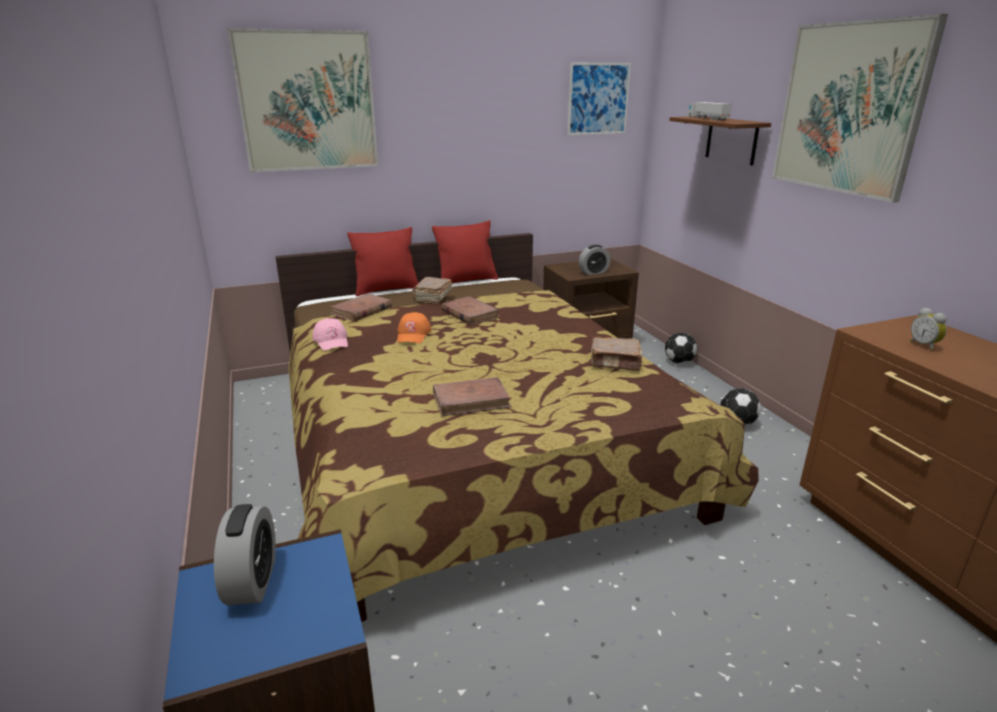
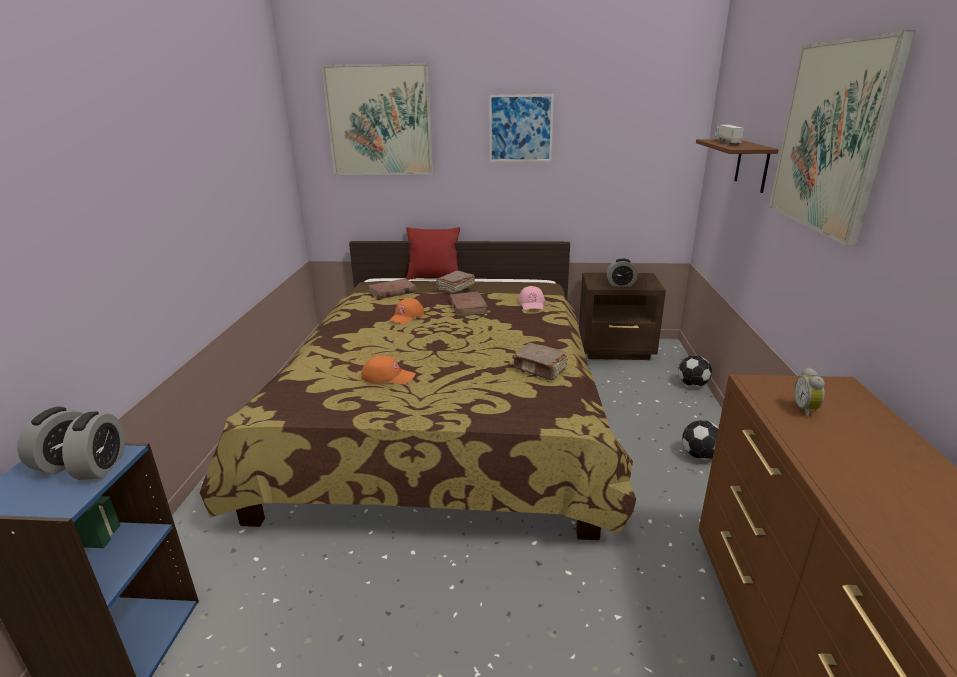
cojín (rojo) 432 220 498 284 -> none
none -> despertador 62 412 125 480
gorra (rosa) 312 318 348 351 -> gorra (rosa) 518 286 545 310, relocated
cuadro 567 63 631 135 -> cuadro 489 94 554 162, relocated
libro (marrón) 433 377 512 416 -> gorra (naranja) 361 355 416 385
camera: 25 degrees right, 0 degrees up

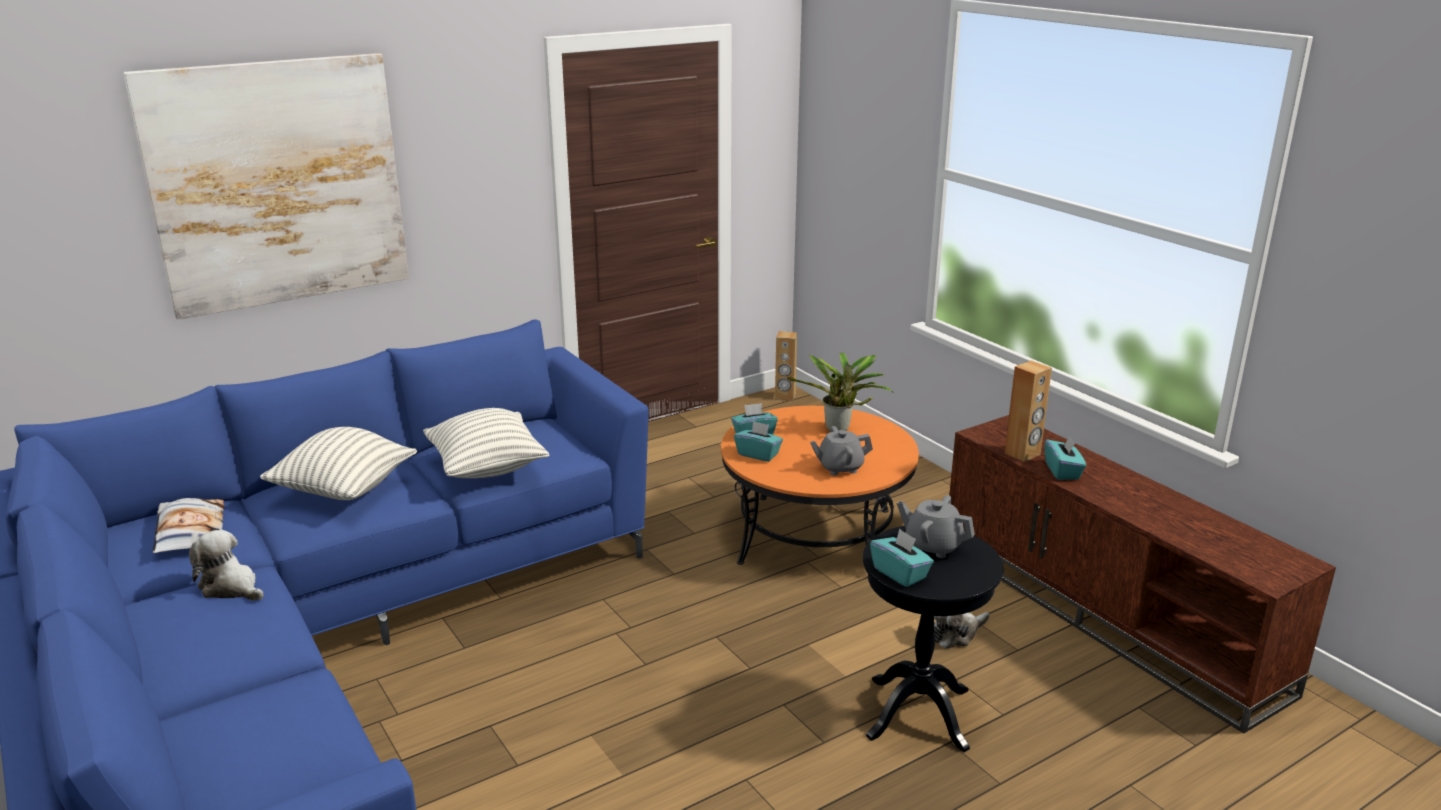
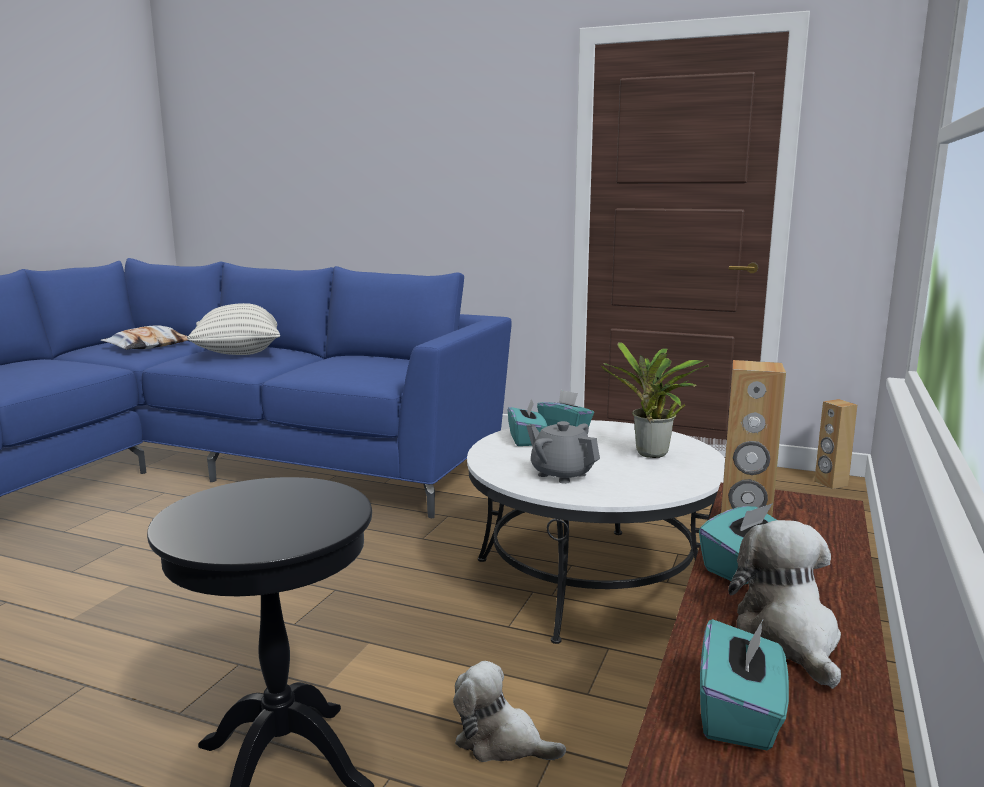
cuadro 123 53 409 320 -> none
cojín 423 408 550 478 -> none
tetera (gris) 897 495 975 558 -> none
peluche 189 529 263 601 -> peluche 728 520 841 689, relocated
caja de pañuelos (turquesa) 870 529 934 587 -> caja de pañuelos (turquesa) 700 618 789 750, relocated
mesa de centro (naranja) 721 406 919 565 -> mesa de centro (blanco) 467 420 725 644
camera: 55 degrees right, 10 degrees down

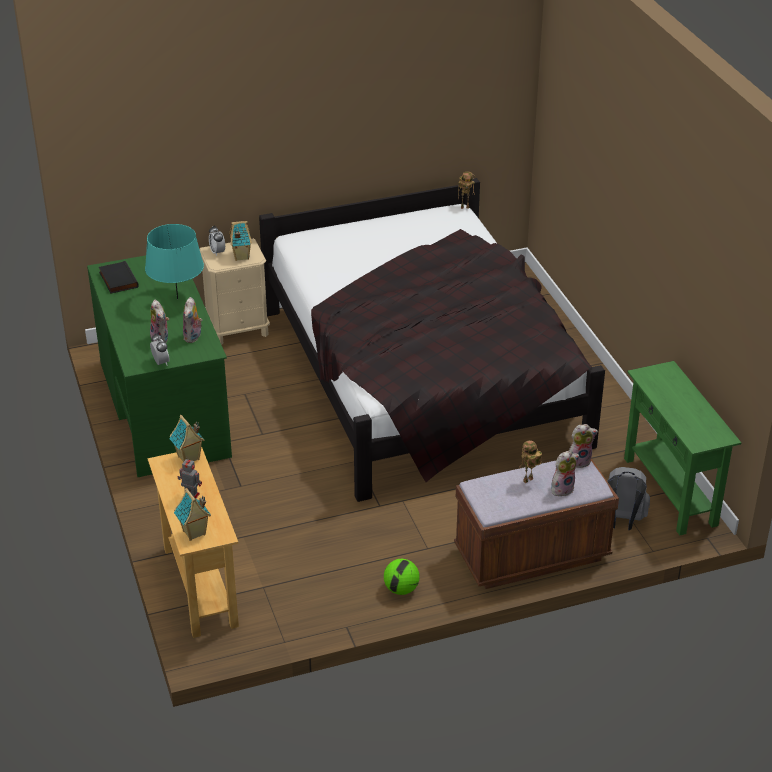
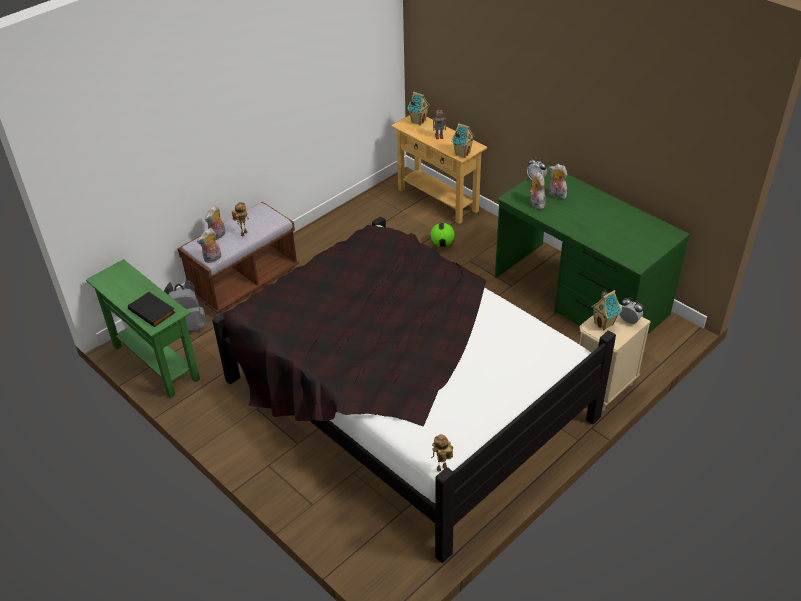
lámpara de mesa (turquesa) 145 224 204 299 -> none
libro (negro) 99 261 139 294 -> libro (negro) 128 292 175 327, relocated
balón de fútbol 384 559 420 595 -> balón de fútbol 430 223 455 247, relocated
camera: 155 degrees right, 5 degrees up

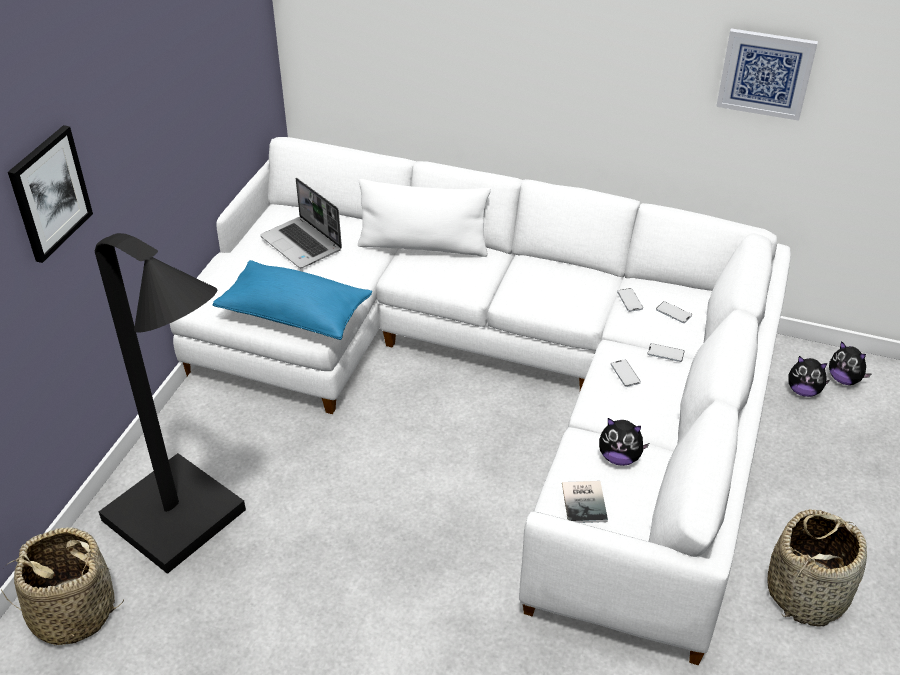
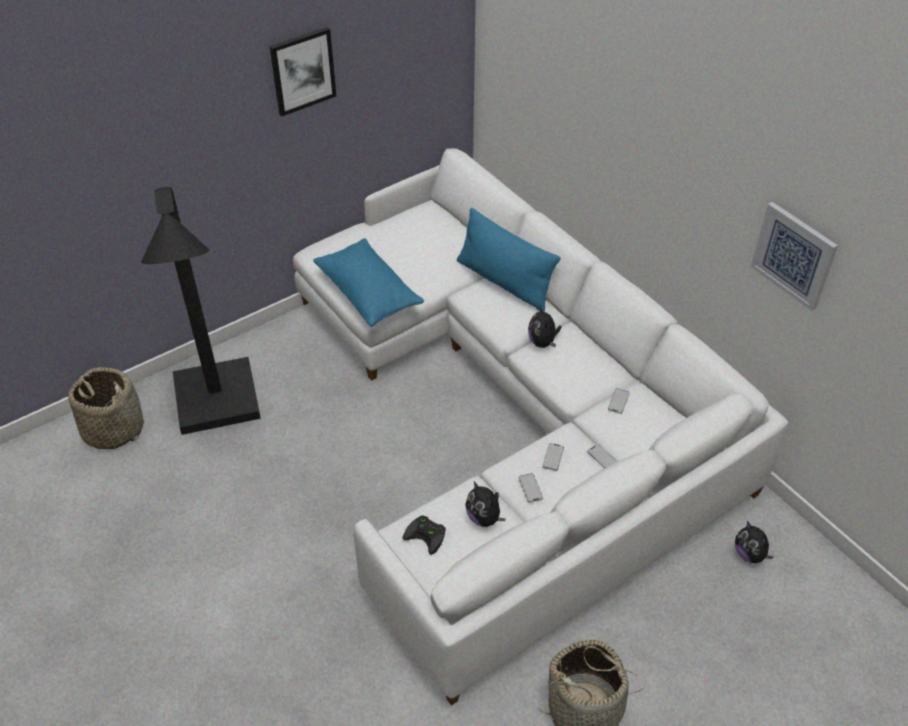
portátil 260 178 342 268 -> none
cuadro 8 125 93 263 -> cuadro 270 27 336 116, relocated
móvil 656 301 692 323 -> móvil 519 473 543 502, relocated
peluche 829 341 871 385 -> peluche 528 305 562 348, relocated
libro 562 481 608 523 -> mando de consola (negro) 403 515 446 555
cojín (blanco) 358 179 491 257 -> cojín (azul) 457 208 561 312
camera: 35 degrees right, 5 degrees up

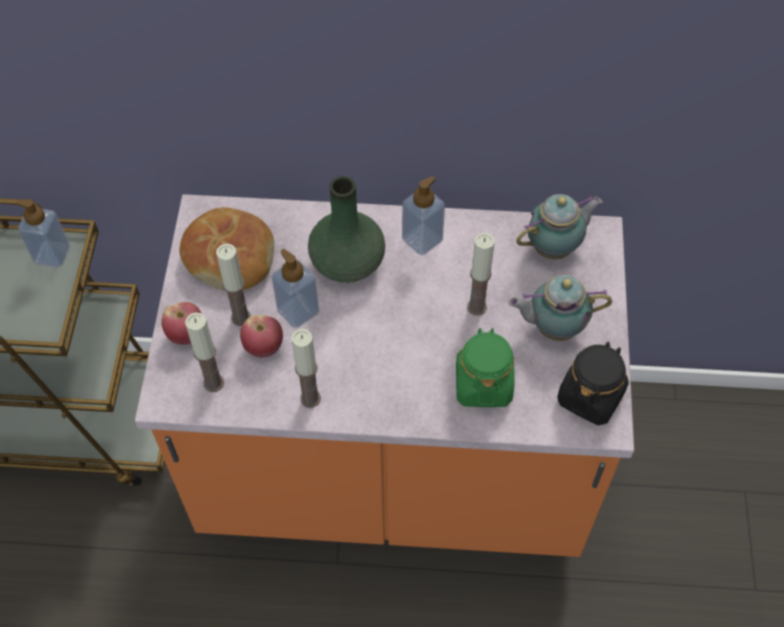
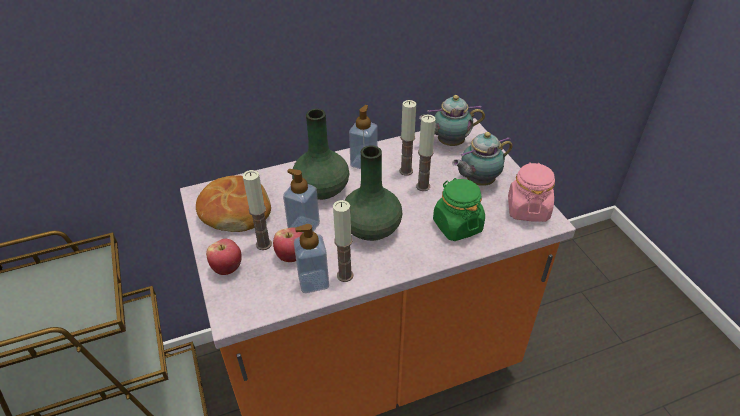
none -> florero (verde) 344 145 402 241
dispensador de jabón 16 199 70 267 -> dispensador de jabón 294 224 329 293, relocated
vela 185 312 224 392 -> vela 399 100 416 176, relocated
tarro (negro) 557 341 629 425 -> tarro (rosa) 508 162 555 222
tetera 516 194 603 260 -> tetera 419 95 485 146, 135 degrees counterclockwise
camera: 25 degrees left, 15 degrees down

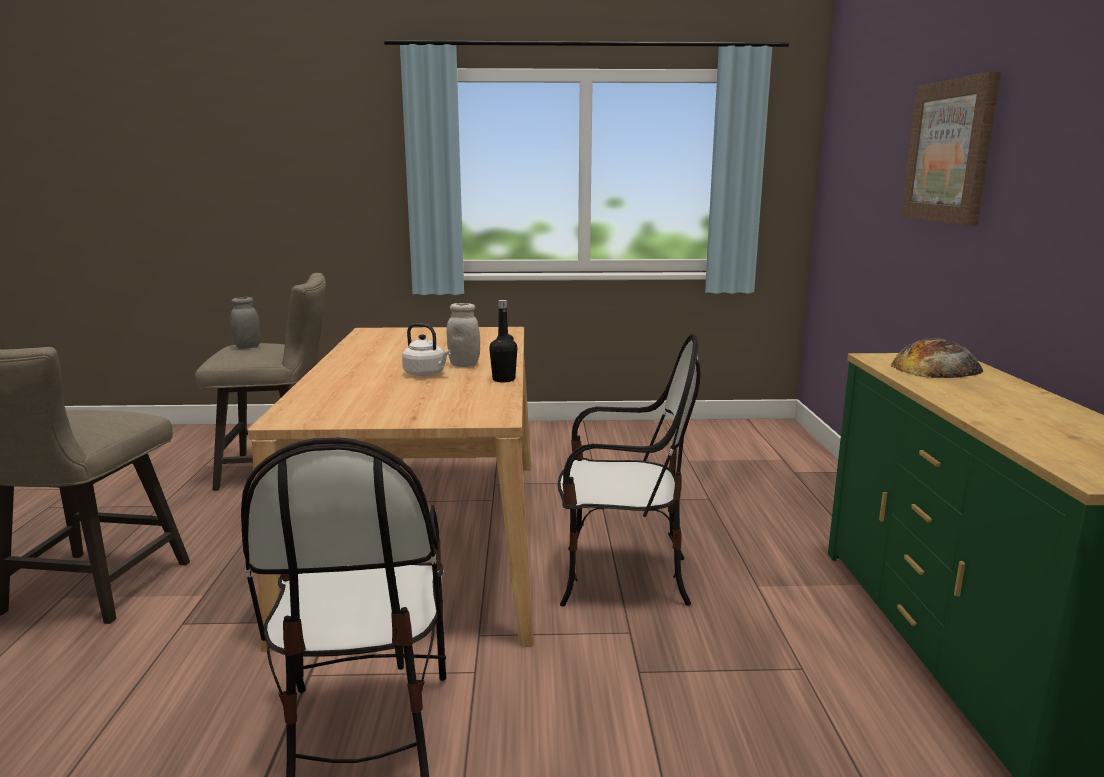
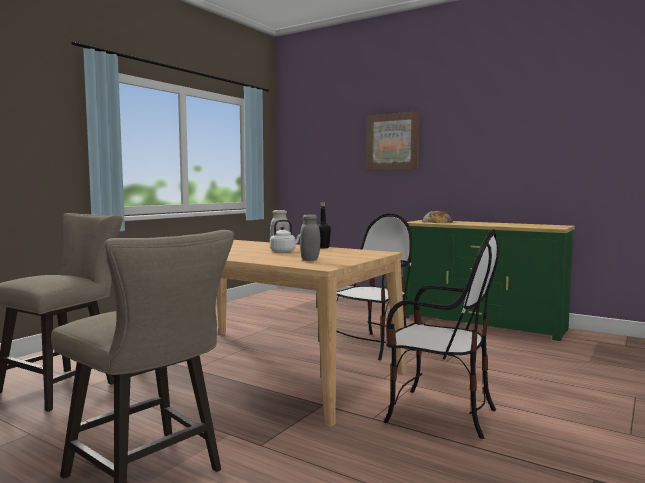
tarro (gris) 230 297 260 349 -> tarro (gris) 300 214 321 261, relocated
camera: 55 degrees left, 10 degrees down

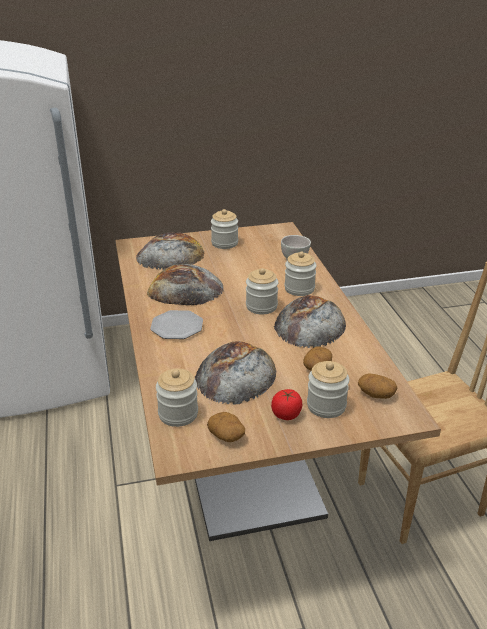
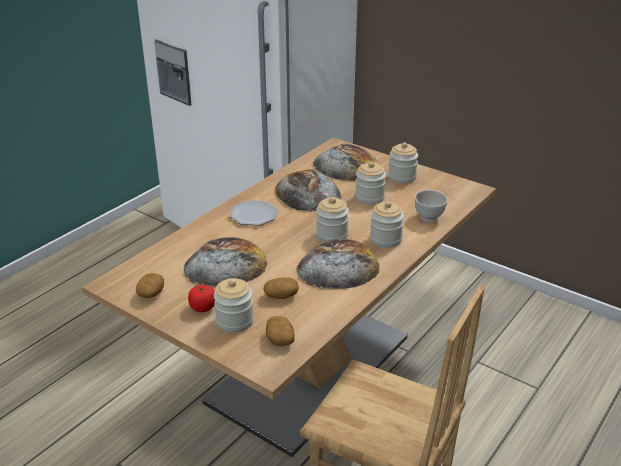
tarro 156 369 198 427 -> tarro 355 162 386 205, relocated
camera: 50 degrees right, 0 degrees up

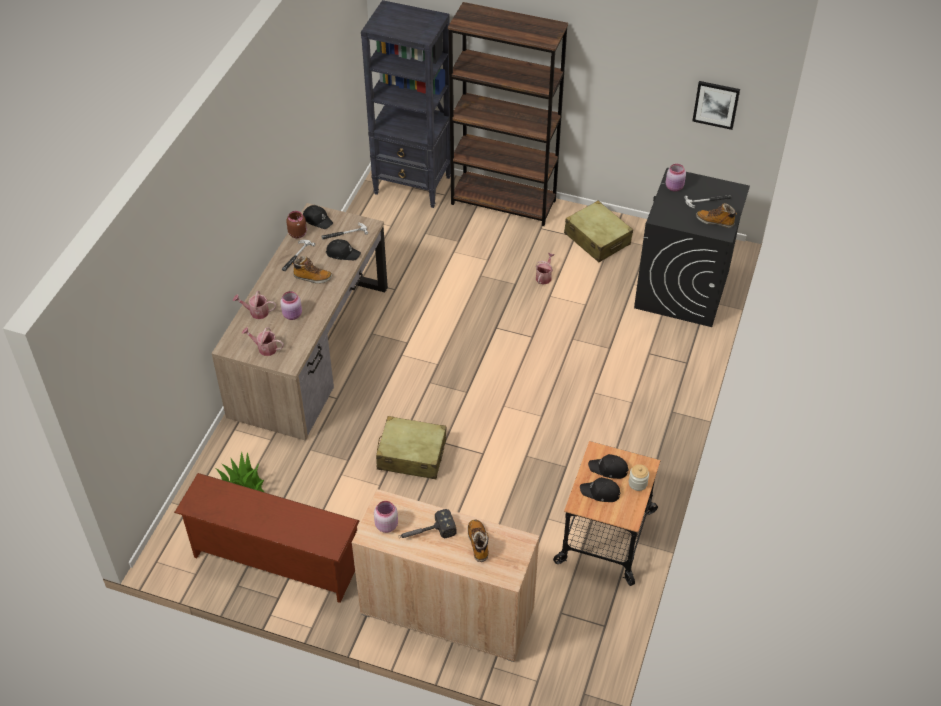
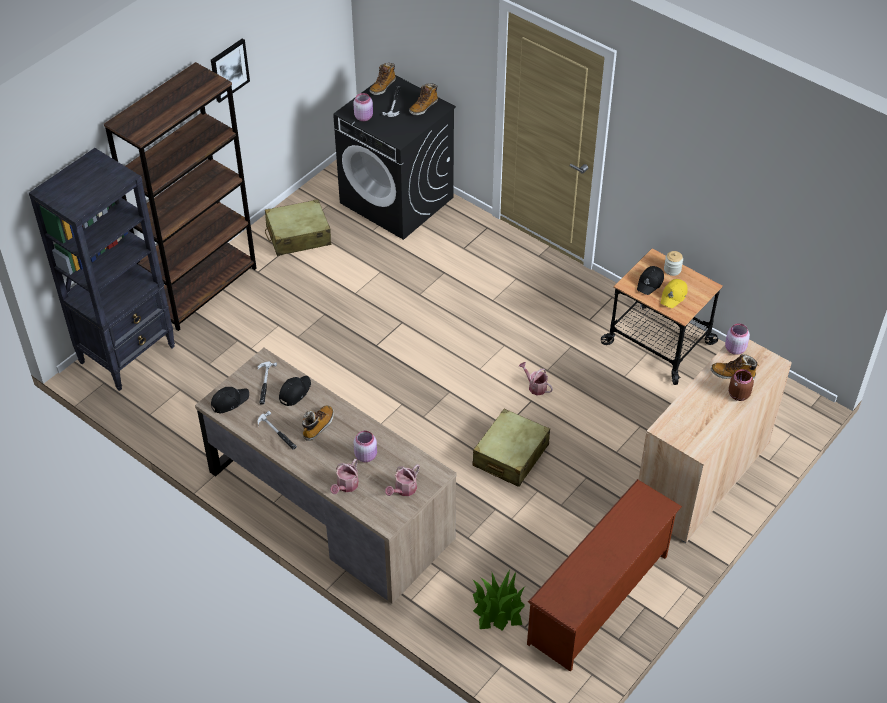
martillo 398 509 456 538 -> none
none -> bota 370 63 396 95
tarro (marrón) 286 211 307 238 -> tarro (marrón) 729 369 754 401, relocated
tarro (rosa) 374 501 398 533 -> tarro (rosa) 725 323 750 355, relocated
regadera 536 253 554 284 -> regadera 519 362 553 395, relocated
cuadro 693 81 740 130 -> cuadro 211 39 250 103, relocated
gorra (negro) 580 477 621 502 -> gorra (amarillo) 661 279 688 308
camera: 70 degrees left, 0 degrees up

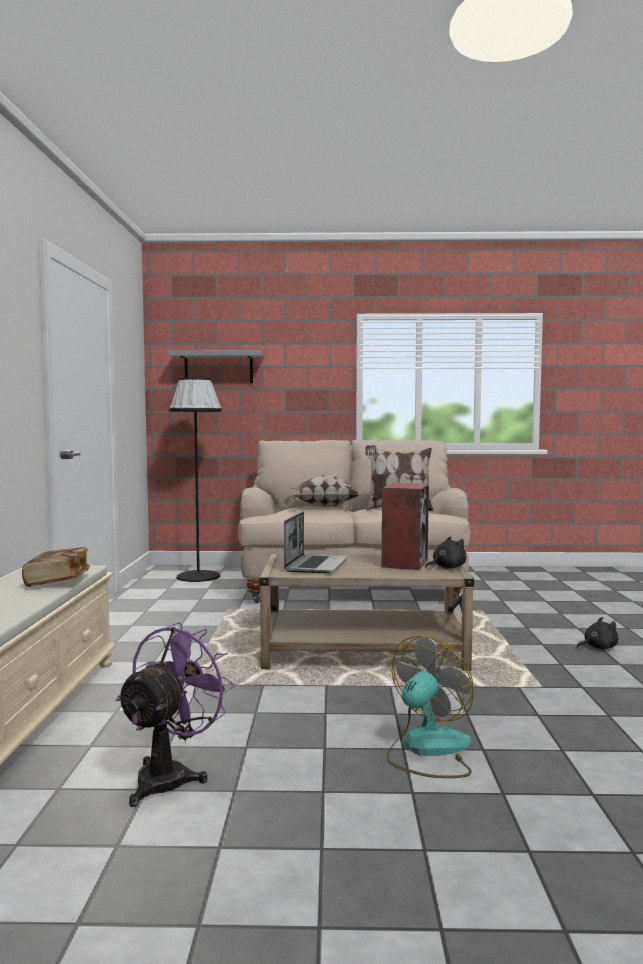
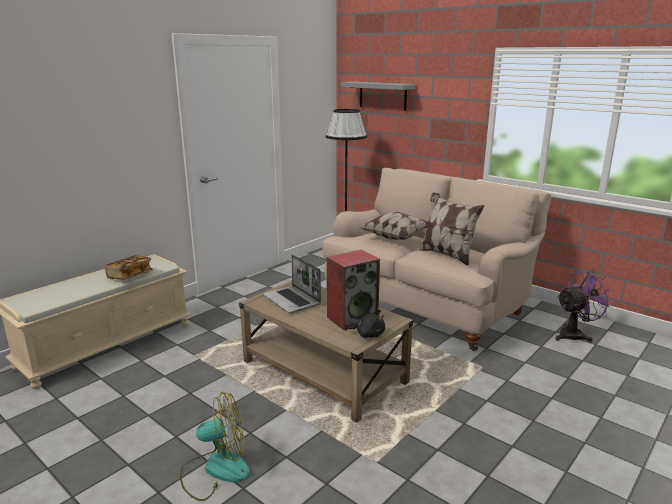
peluche (negro) 577 617 618 649 -> none
ventilador (morado) 115 622 235 807 -> ventilador (morado) 555 270 614 342, relocated
portátil 284 512 347 574 -> portátil 263 254 321 313, 90 degrees clockwise
camera: 40 degrees right, 15 degrees up

